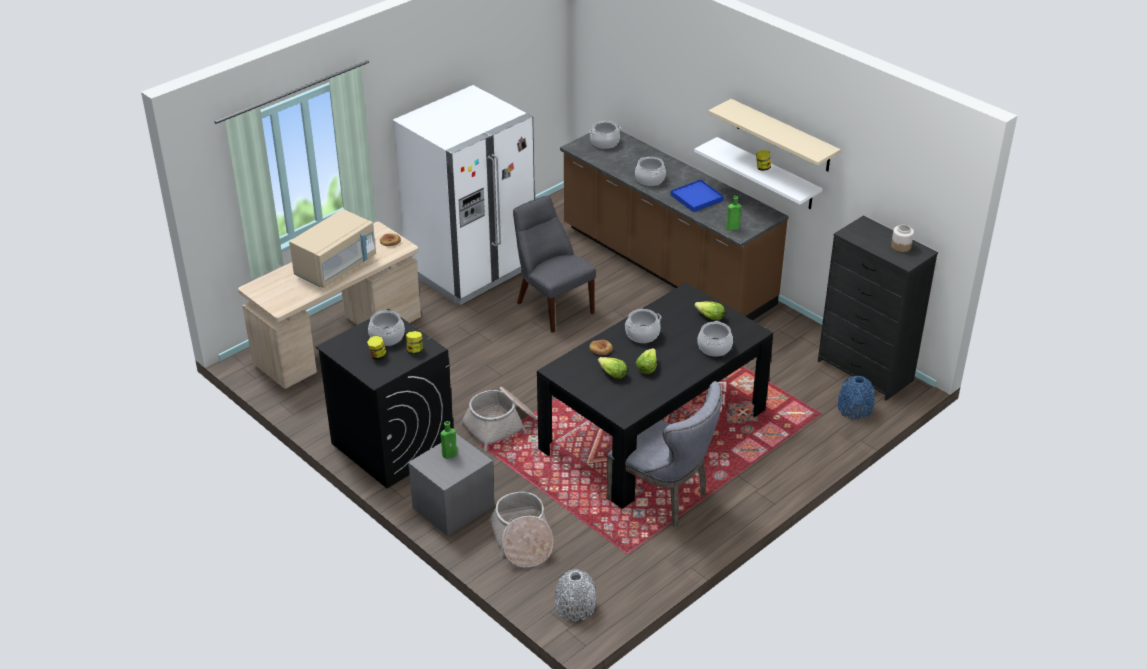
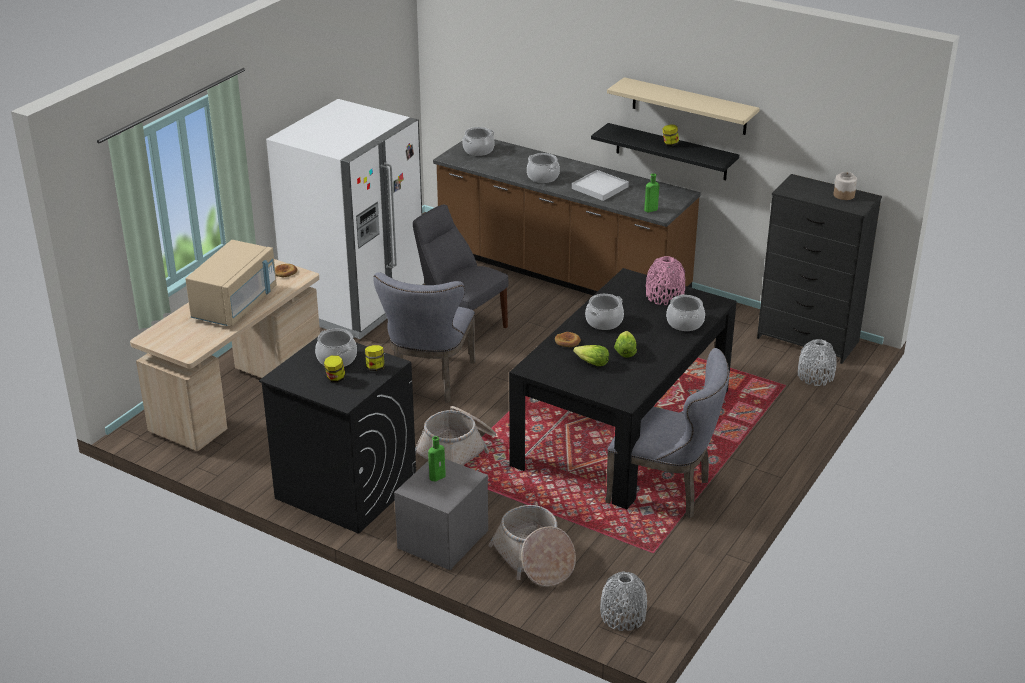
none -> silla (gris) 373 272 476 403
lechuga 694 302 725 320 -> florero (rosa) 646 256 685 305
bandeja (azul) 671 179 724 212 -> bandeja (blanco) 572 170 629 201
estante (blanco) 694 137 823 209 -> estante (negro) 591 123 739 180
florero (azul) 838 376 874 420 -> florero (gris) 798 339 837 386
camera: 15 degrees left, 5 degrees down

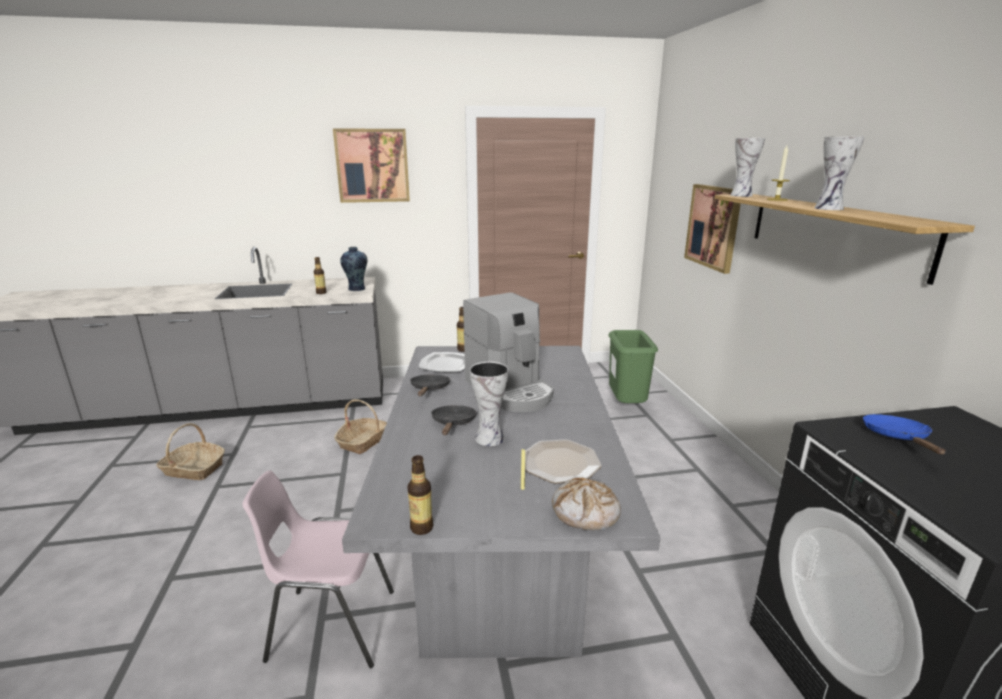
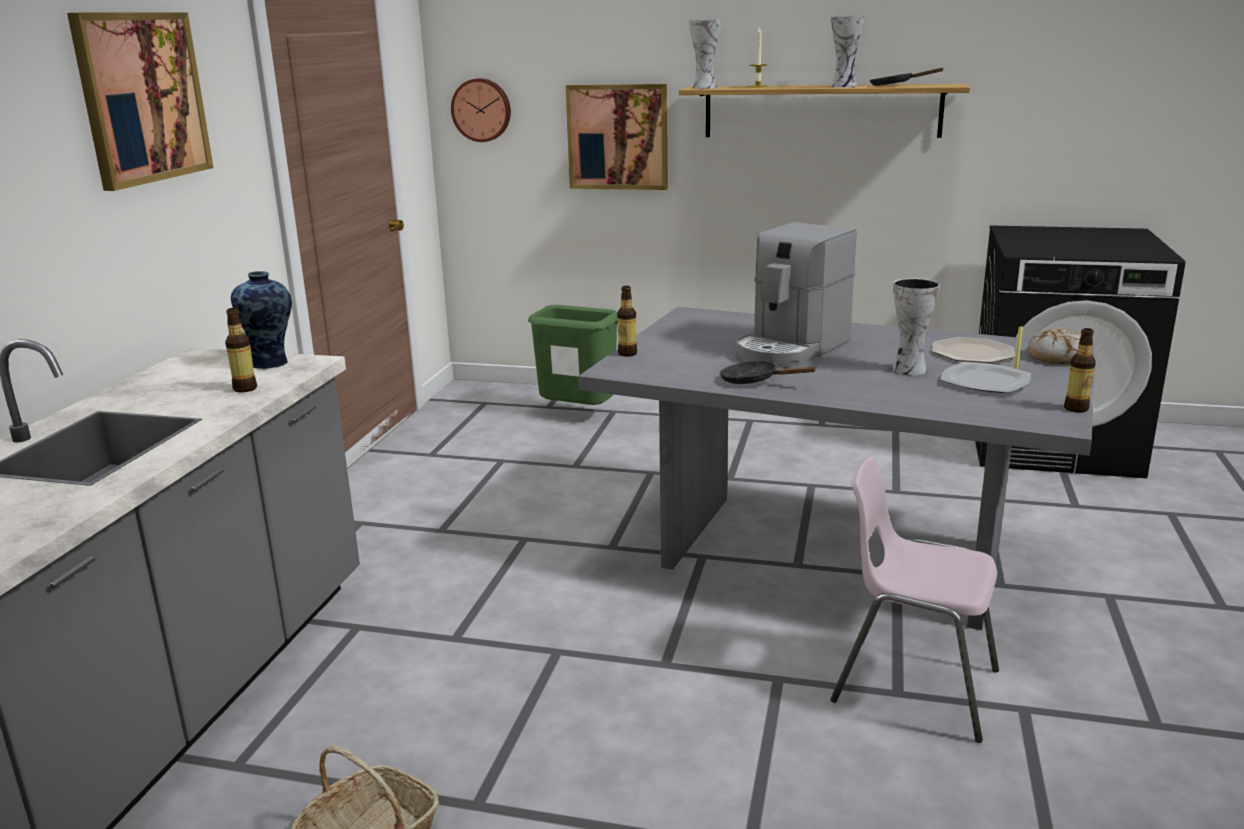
cesta 334 399 387 454 -> none
sartén (azul) 863 414 946 455 -> none
none -> reloj de pared 451 78 511 142
plato 419 352 465 372 -> plato 941 362 1031 393, relocated
sartén (negro) 431 405 477 435 -> sartén (negro) 870 68 944 86, relocated
silla (rosa) 242 470 394 668 -> silla (rosa) 830 456 999 743, 90 degrees clockwise
cafetera 463 293 554 412 -> cafetera 735 222 856 367, 135 degrees clockwise
camera: 65 degrees left, 0 degrees up

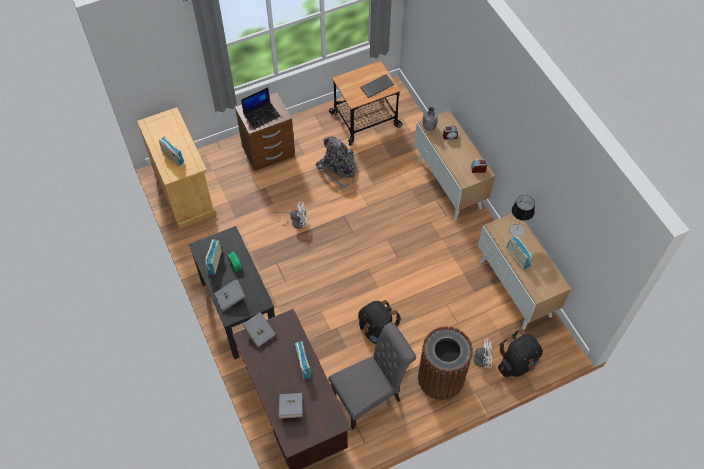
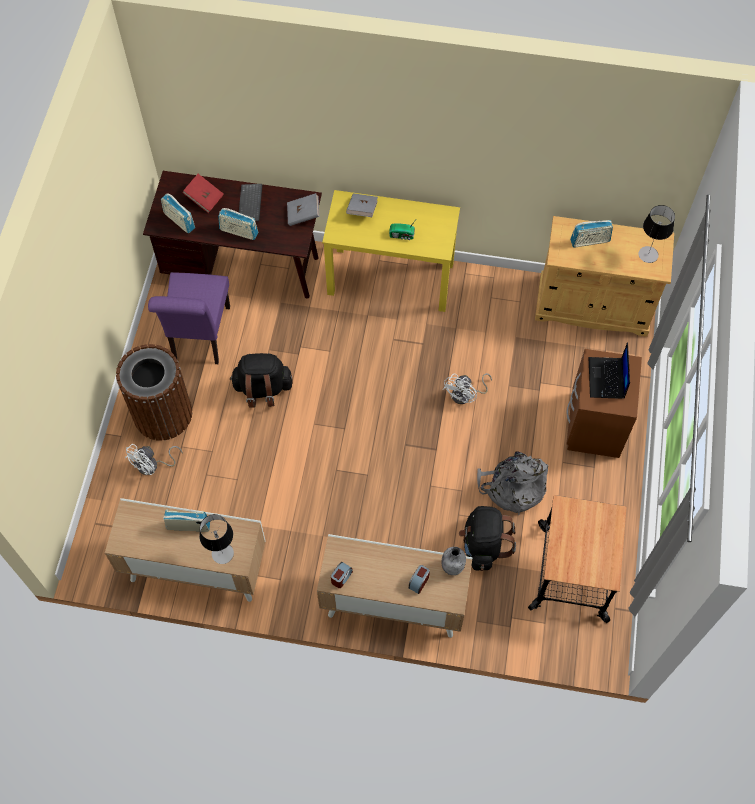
none -> lámpara de mesa 638 205 675 263
radio 205 239 222 275 -> radio 161 193 195 234, relocated
teclado 360 74 394 98 -> teclado 239 184 262 222, relocated
mochila (negro) 498 329 543 377 -> mochila (negro) 459 506 516 571, relocated
escritorio (negro) 188 226 275 359 -> escritorio (amarillo) 322 190 460 312
libro (gris) 279 393 302 419 -> libro (rojo) 182 174 224 213
silla (gris) 328 322 416 430 -> silla (morado) 148 272 230 364
camera: 125 degrees right, 5 degrees up

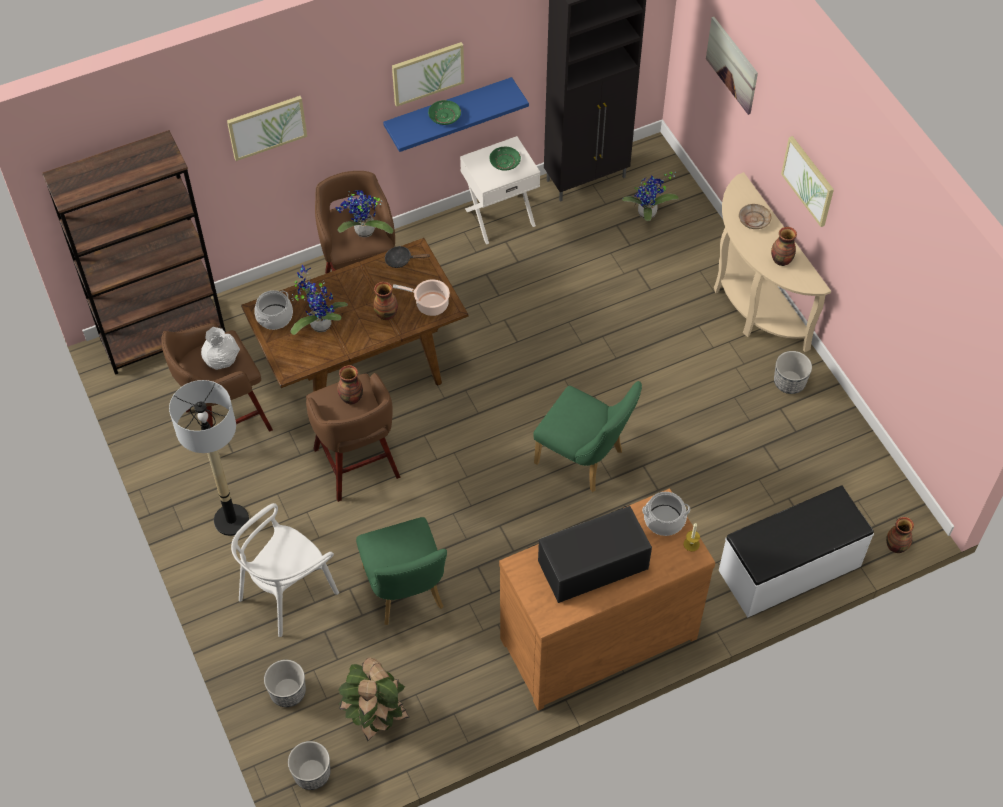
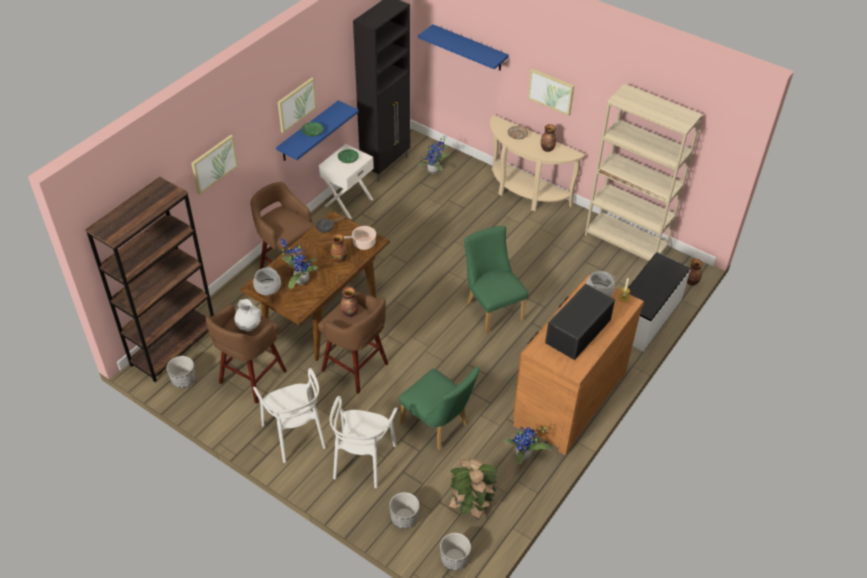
none -> estantería (beis) 585 84 703 261
planta en maceta 336 190 394 237 -> planta en maceta 503 427 551 464, relocated
maceta 774 351 812 394 -> maceta 166 356 196 388, relocated
lámpara de pie 169 380 249 536 -> silla (blanco) 253 368 326 463
cuadro 706 17 758 115 -> estante (azul) 418 24 509 70
silla (verde) 533 381 642 492 -> silla (verde) 464 226 528 334, 120 degrees counterclockwise
camera: 30 degrees left, 10 degrees down

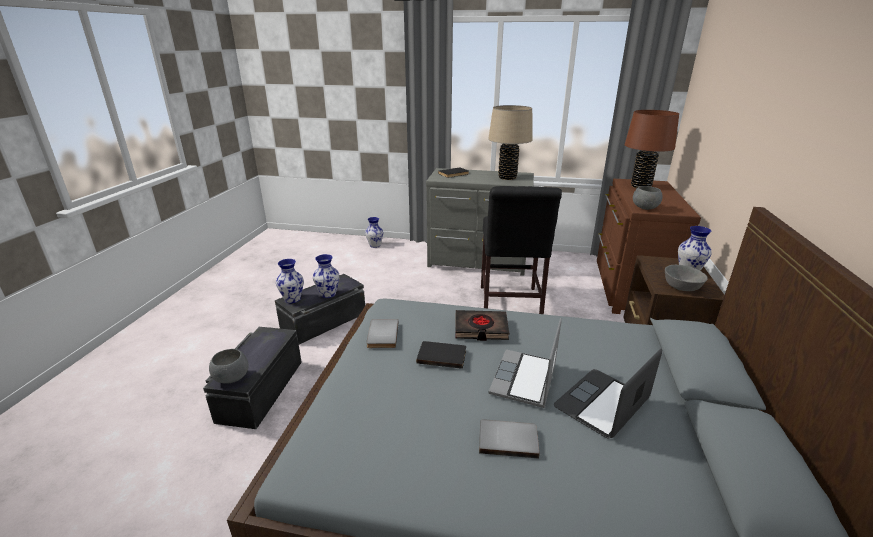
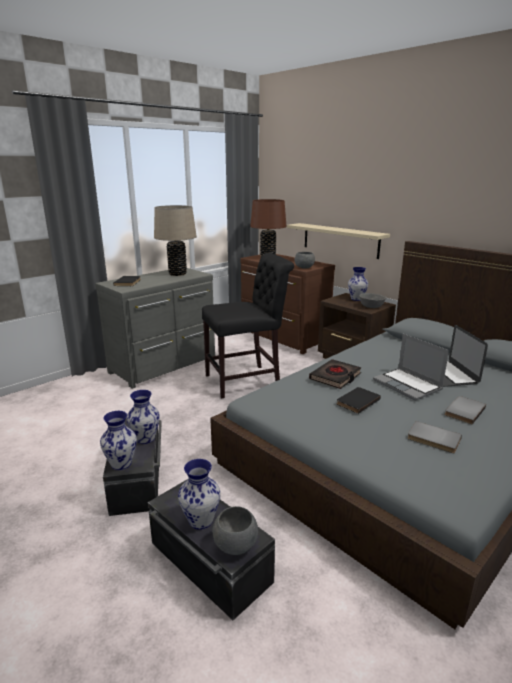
none -> estante (beis) 287 223 390 259
florero 365 217 383 248 -> florero 178 459 221 530, relocated
libro (gris) 366 319 399 348 -> libro (gris) 408 421 462 453, relocated
silla (negro) 481 186 562 314 -> silla (negro) 202 253 294 399, 60 degrees counterclockwise
camera: 55 degrees left, 5 degrees down

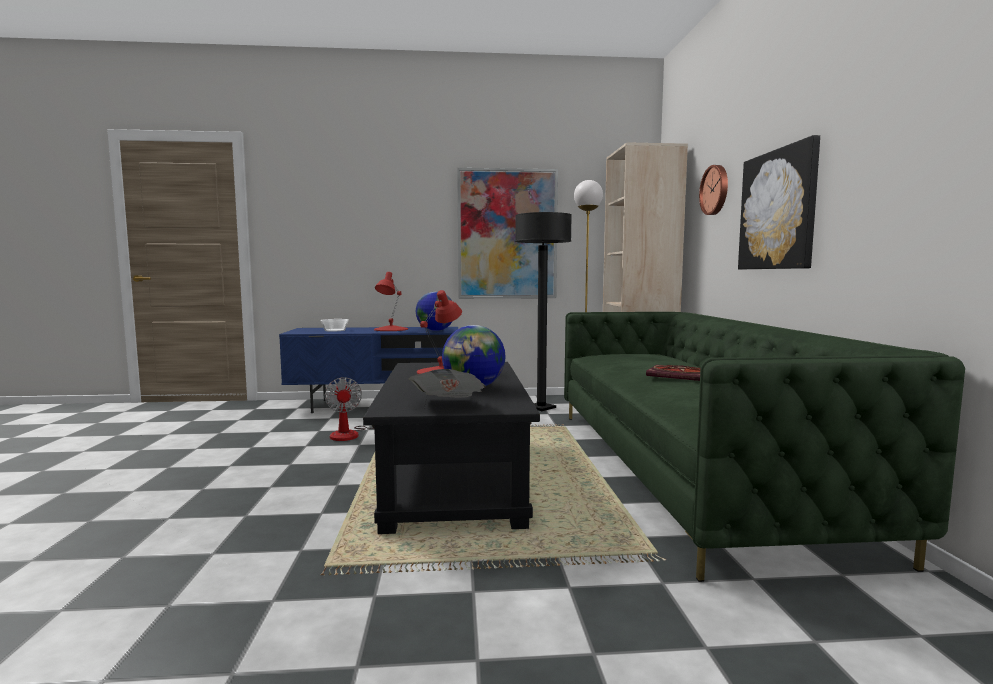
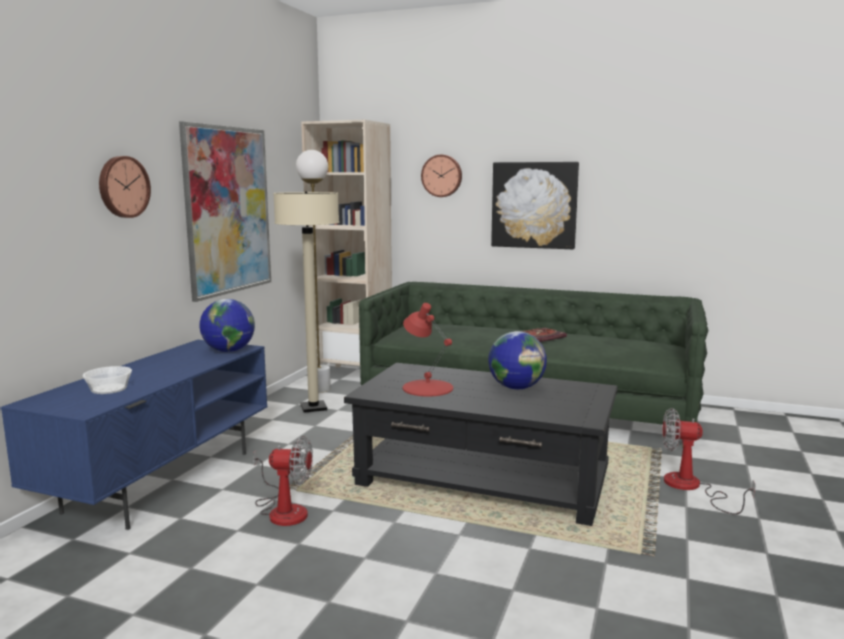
lámpara de mesa (rojo) 374 272 408 331 -> none
periódico 409 369 485 398 -> none
none -> reloj de pared 99 156 151 218
none -> ventilador 662 408 756 515
lámpara de pie (negro) 515 212 572 411 -> lámpara de pie (beis) 273 192 340 412
camera: 65 degrees left, 5 degrees up

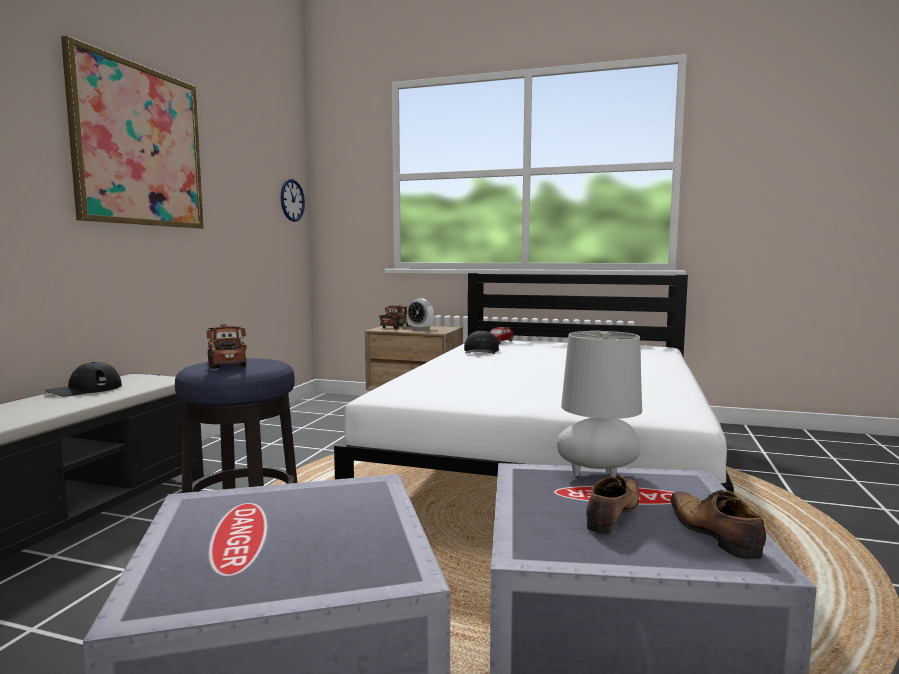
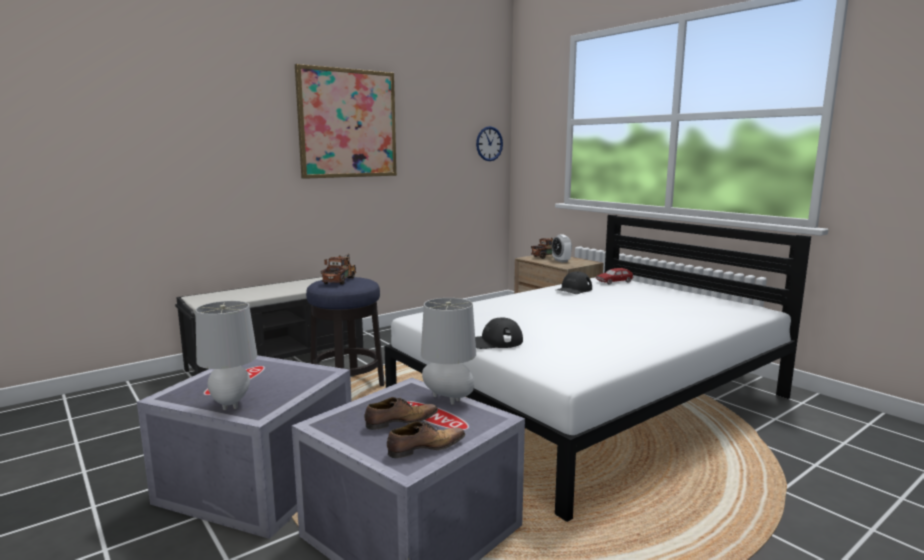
none -> lámpara de mesa (gris) 195 301 258 410
gorra (negro) 45 362 122 396 -> gorra (negro) 475 317 523 349, relocated
zapato 670 489 766 560 -> zapato 387 421 465 458, 45 degrees clockwise
camera: 35 degrees right, 5 degrees up

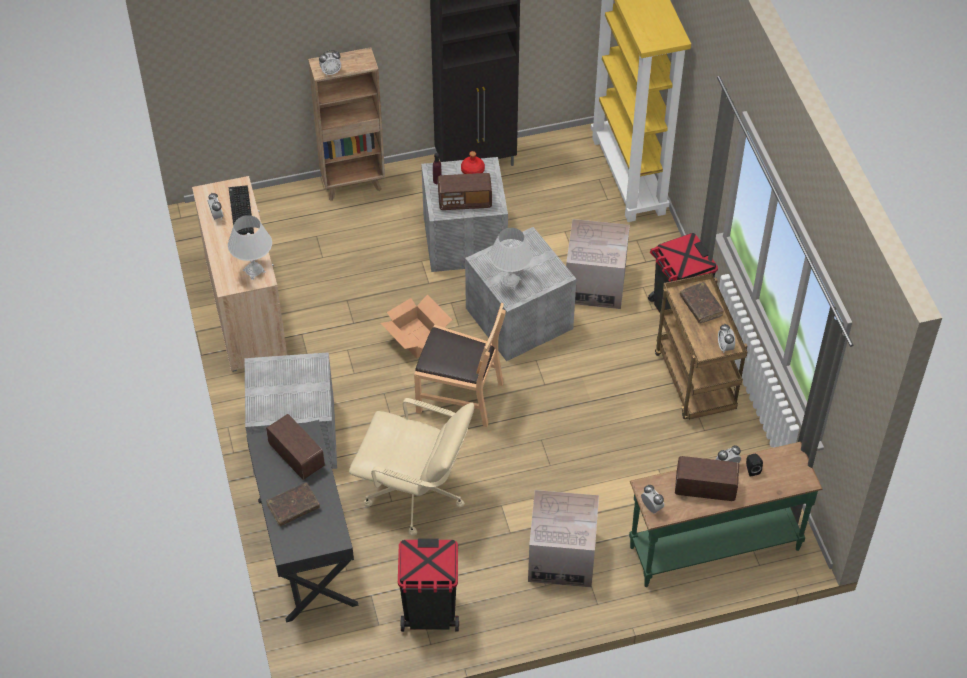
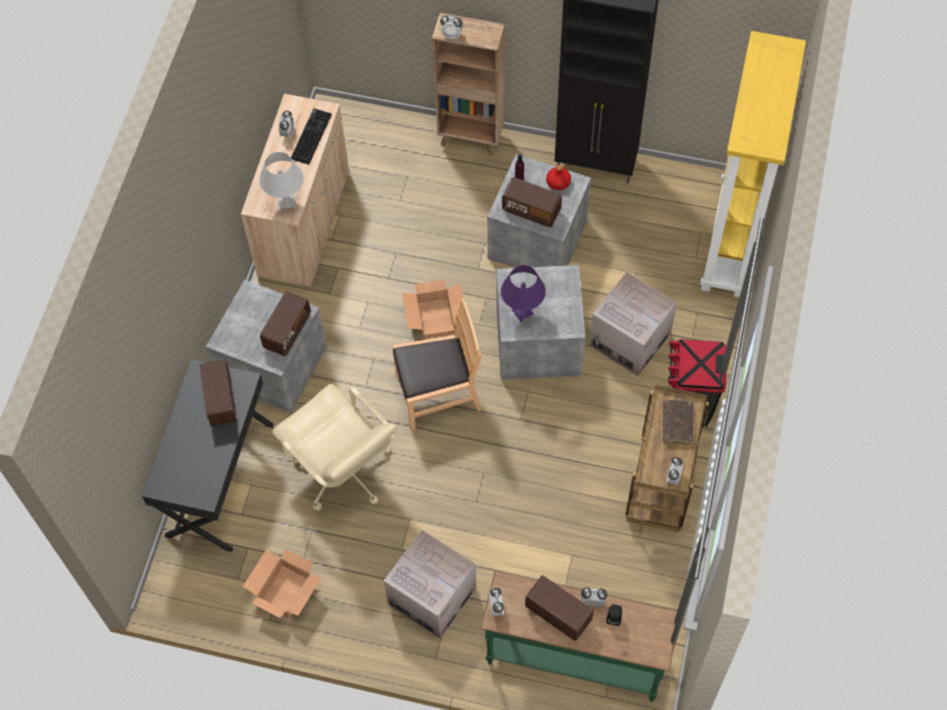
libro (marrón) 266 483 320 526 -> none
none -> radio 260 291 311 356
papelera (negro) 398 539 459 632 -> caja de cartón 243 549 322 619
lámpara de mesa (blanco) 489 228 533 290 -> lámpara de mesa (morado) 501 265 546 322
silla (marrón) 414 303 506 427 -> silla (marrón) 392 299 482 431, 60 degrees counterclockwise
camera: 30 degrees right, 10 degrees up

